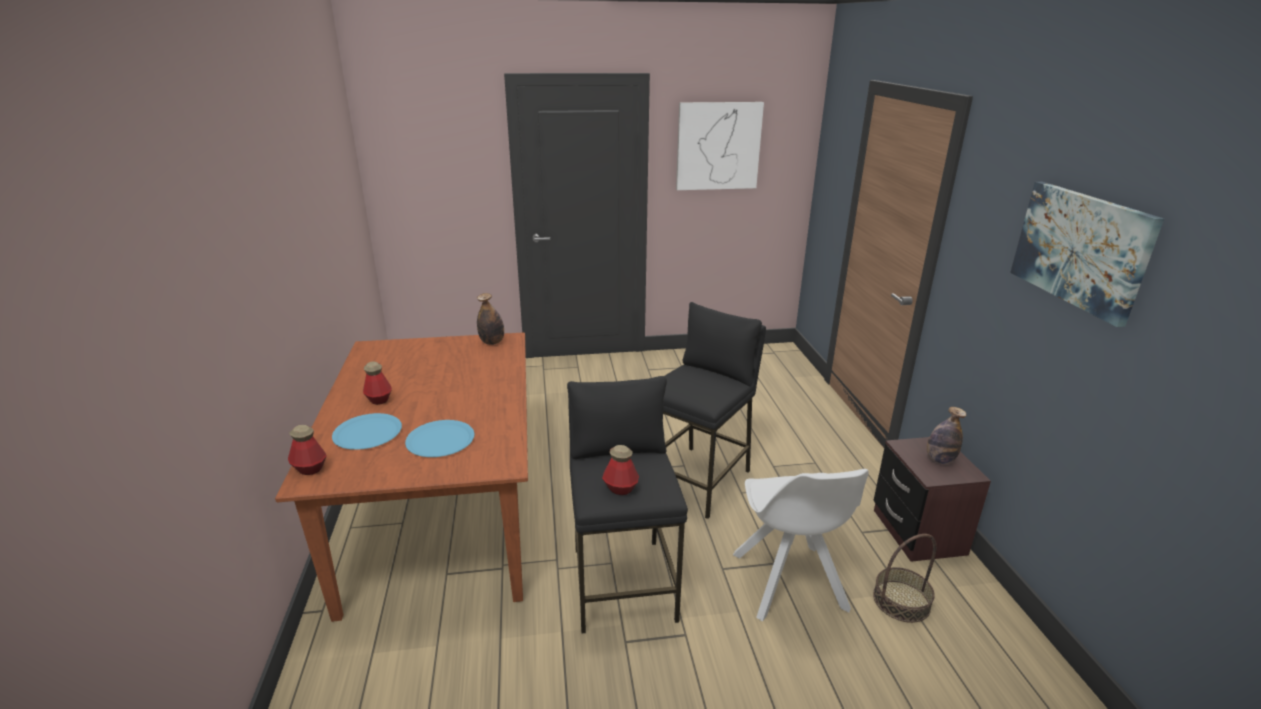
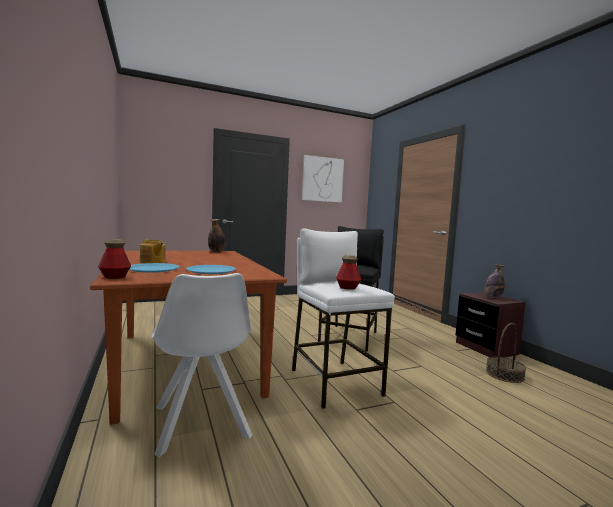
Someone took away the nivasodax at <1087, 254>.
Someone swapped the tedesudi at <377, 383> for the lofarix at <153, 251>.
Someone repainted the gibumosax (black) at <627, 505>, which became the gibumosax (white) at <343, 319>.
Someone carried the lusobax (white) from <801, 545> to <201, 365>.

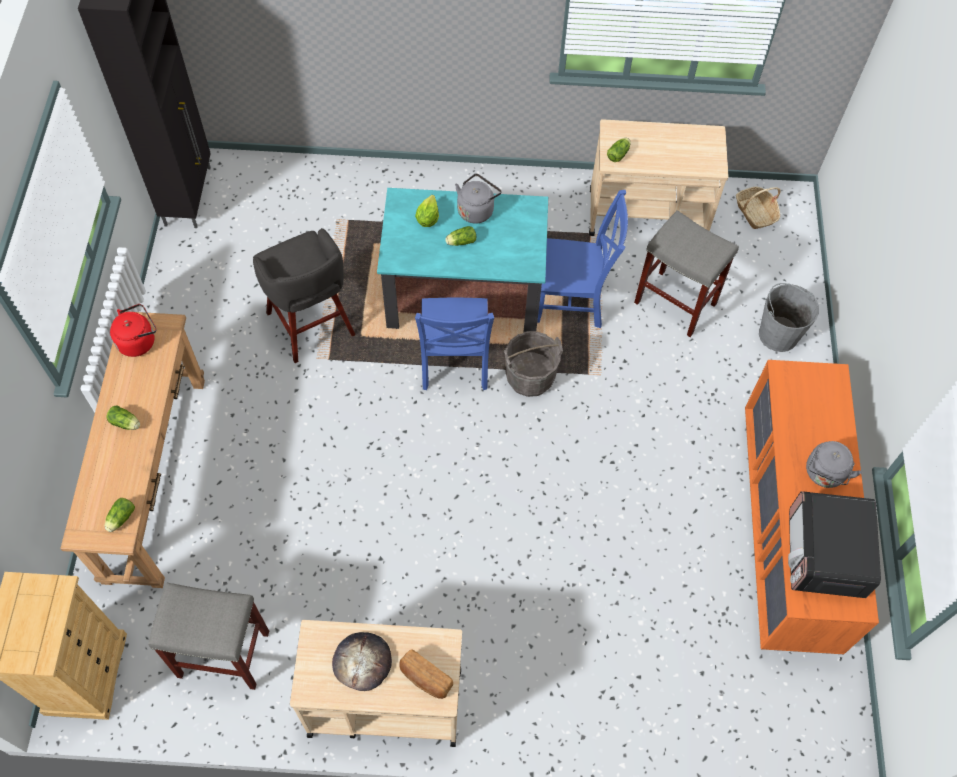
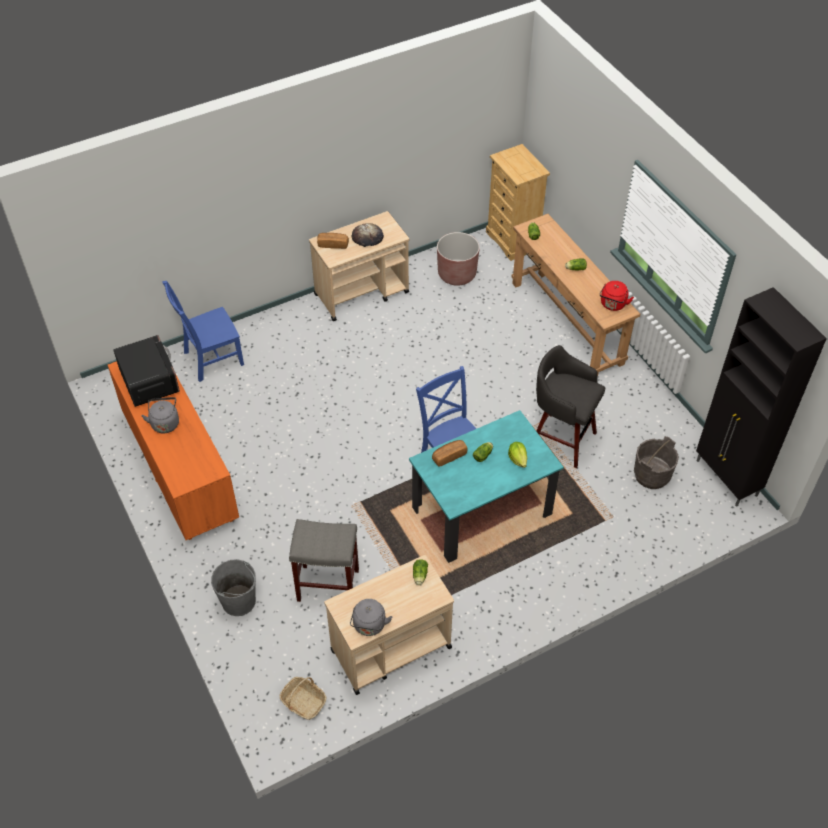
Someone carried the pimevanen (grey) from <478, 199> to <371, 617>.
Someone carried the lusobax (blue) from <582, 259> to <203, 331>.
Someone carried the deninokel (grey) from <533, 364> to <656, 462>.
Someone swapped the gibumosax (grey) at <208, 636> for the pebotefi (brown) at <458, 259>.
Someone put down the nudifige at <450, 453>.

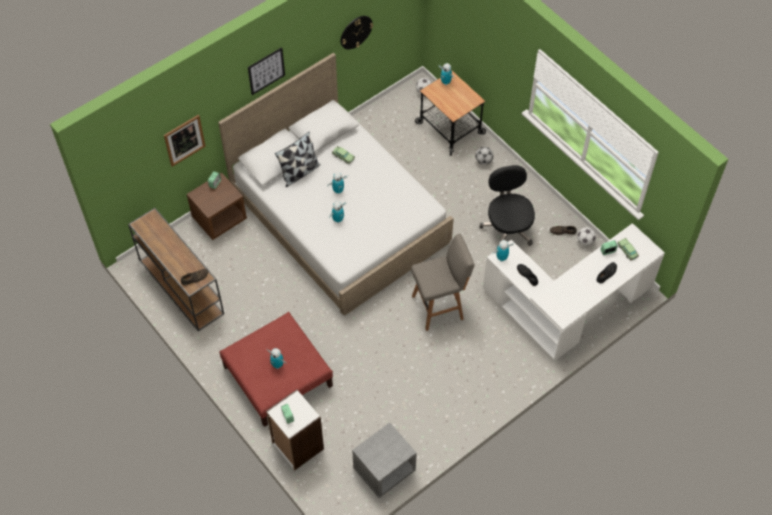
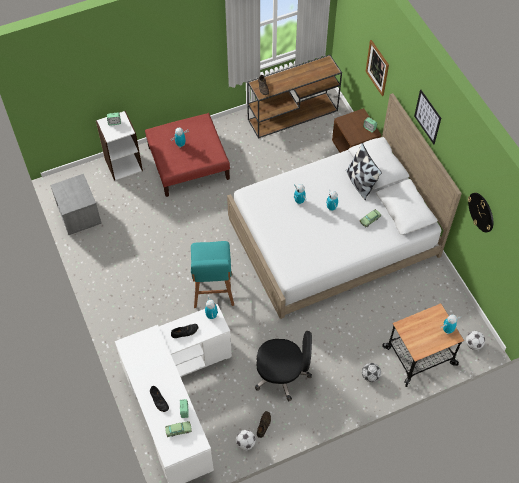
Someone repainted the gibumosax (grey) at <442, 282>, which became the gibumosax (turquoise) at <212, 274>.

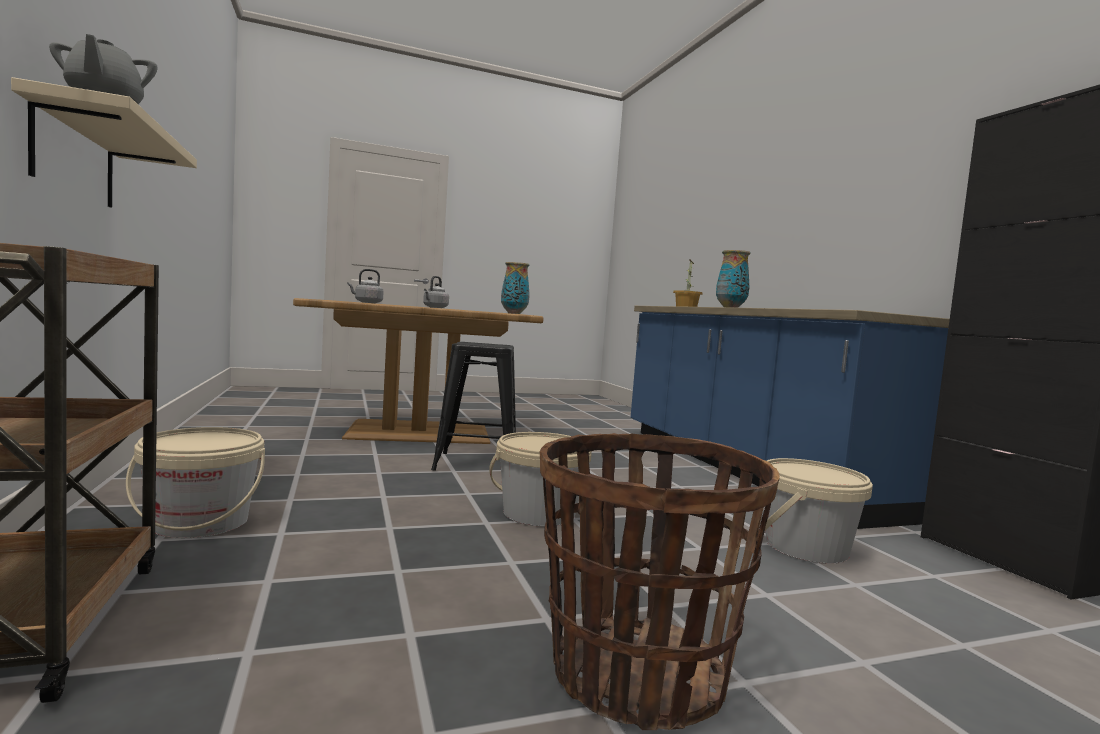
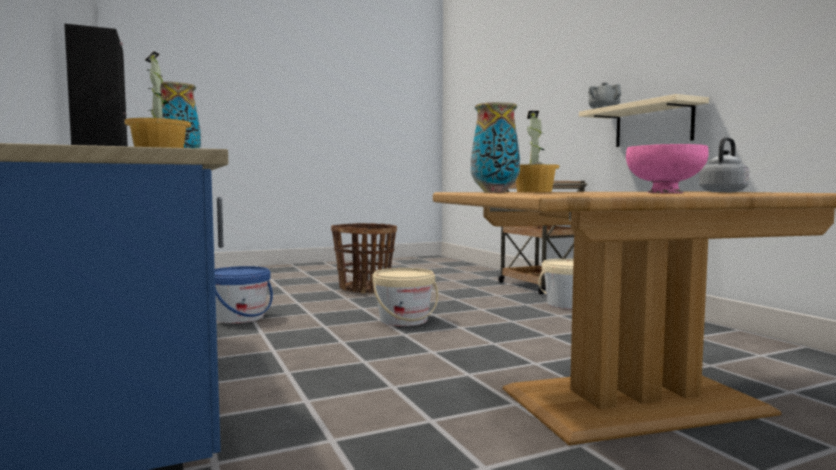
Someone swapped the pimevanen (grey) at <436, 292> for the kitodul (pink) at <667, 168>.
Someone took away the gibumosax (black) at <473, 406>.
Someone repainted the deninokel (beige) at <819, 511>, which became the deninokel (blue) at <244, 294>.
Someone put down the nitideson at <537, 151>.

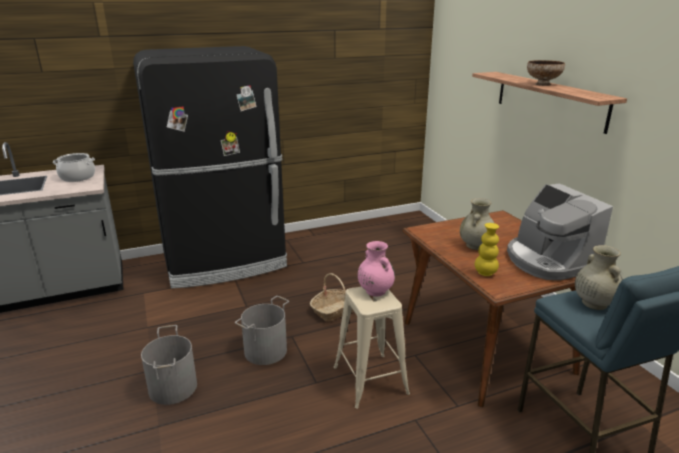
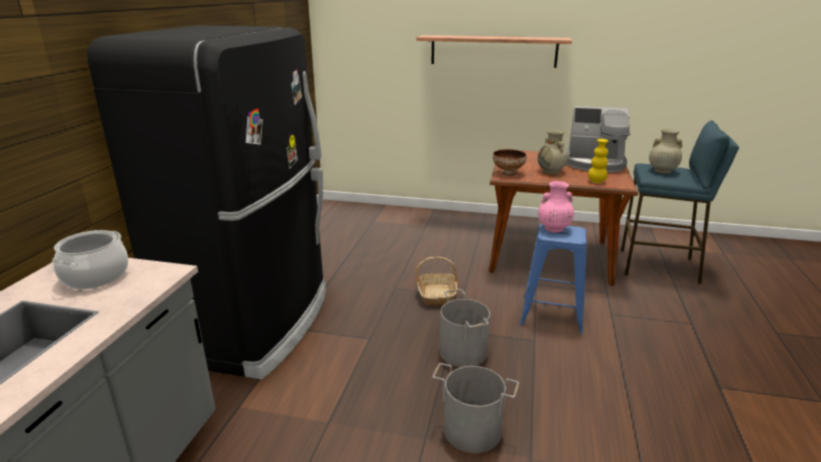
Someone carried the kitodul from <546, 73> to <510, 162>.
Someone repainted the gibumosax (beige) at <372, 347>, which became the gibumosax (blue) at <553, 279>.

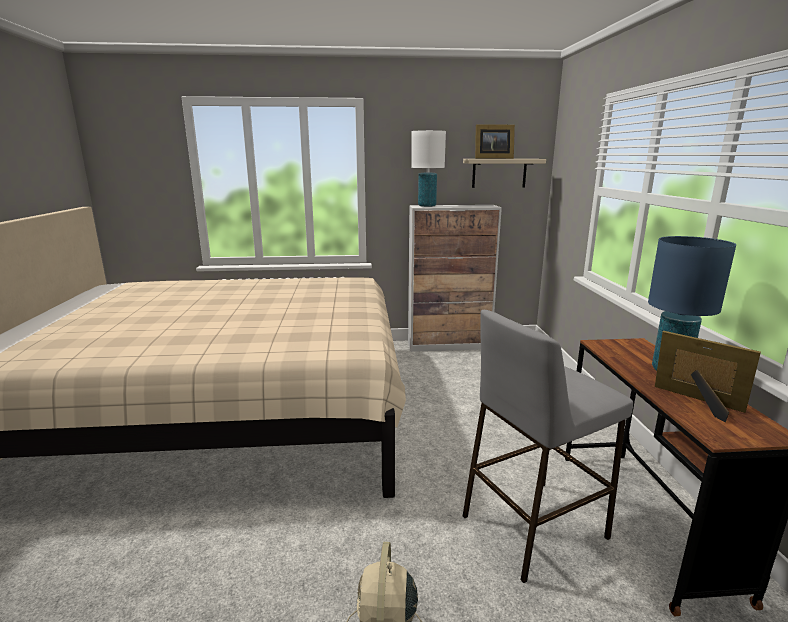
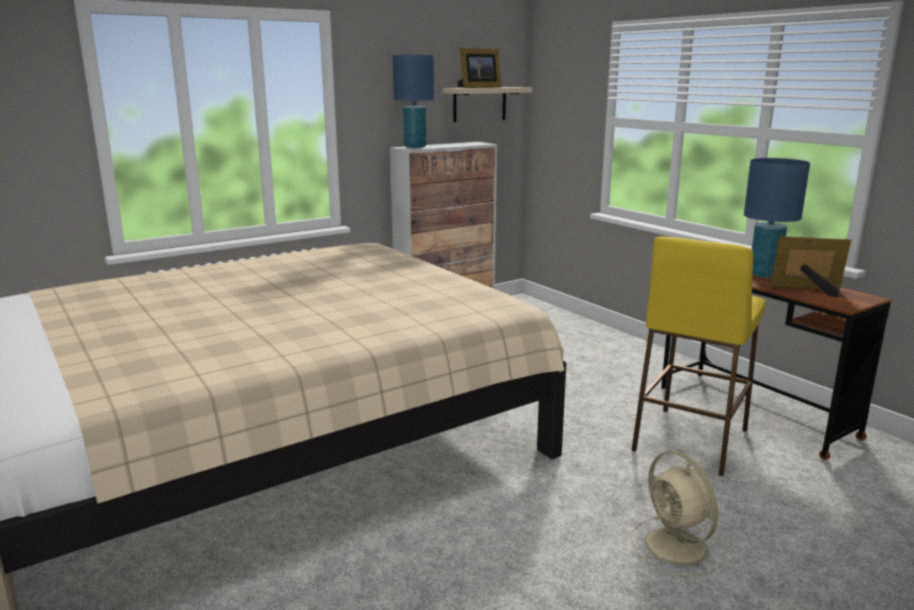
Someone repainted the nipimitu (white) at <428, 168>, which became the nipimitu (blue) at <414, 101>.
Someone repainted the gibumosax (grey) at <548, 446>, which became the gibumosax (yellow) at <698, 356>.

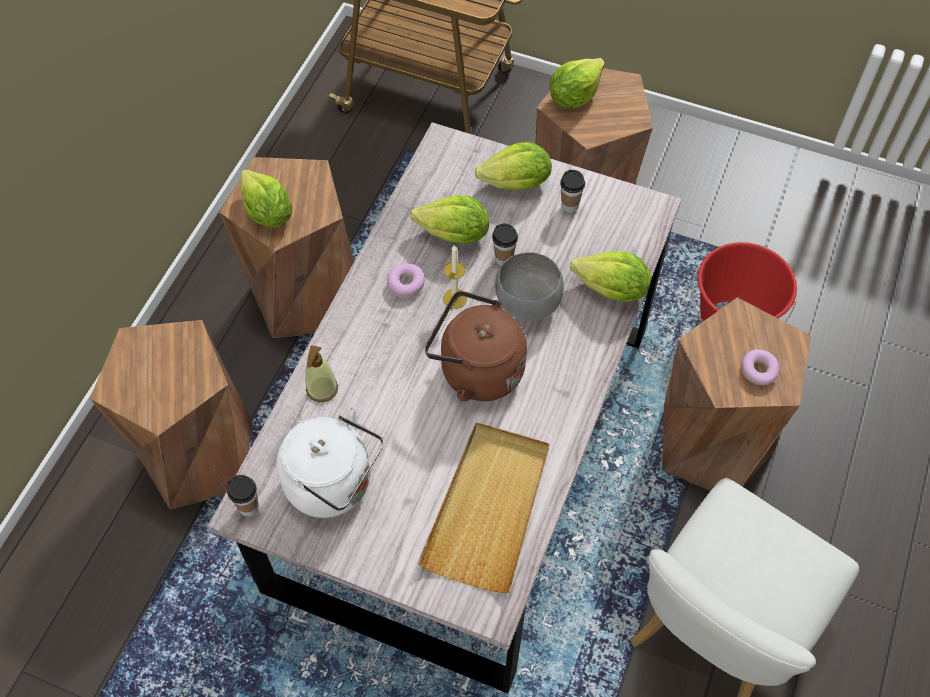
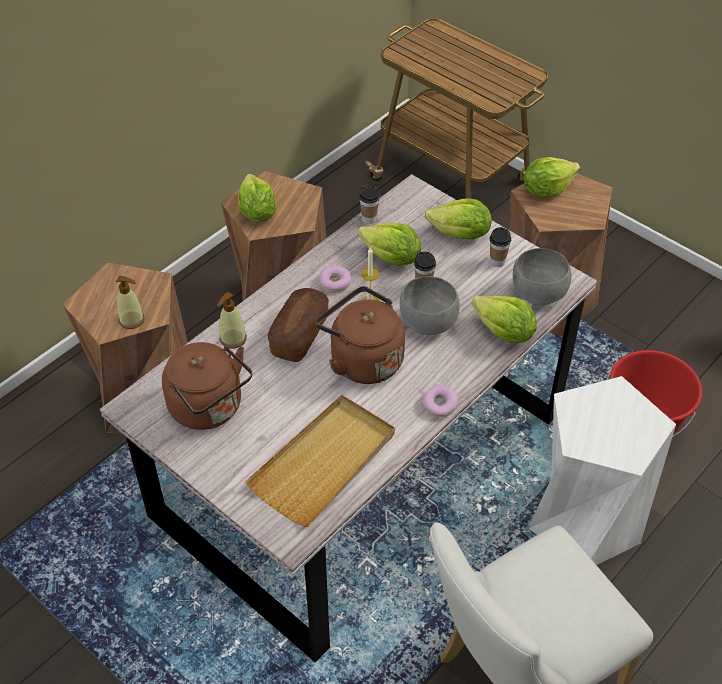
Someone repainted the gibumosax (brown) at <736, 394>, which became the gibumosax (white) at <602, 470>.
Someone carried the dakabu from <760, 367> to <440, 401>.
Someone repainted the pimevanen (white) at <330, 462>, which became the pimevanen (brown) at <207, 386>.
Someone carried the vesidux from <243, 495> to <369, 204>.
Someone put down the kitodul (grey) at <542, 276>.
Someone put down the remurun at <130, 302>.
Someone put down the nudifige at <298, 325>.

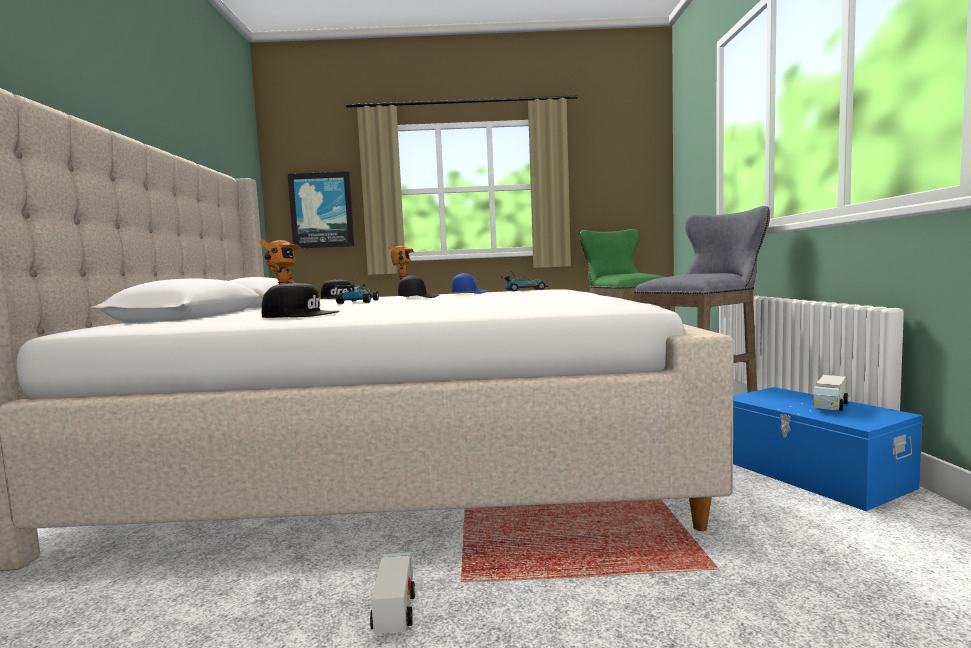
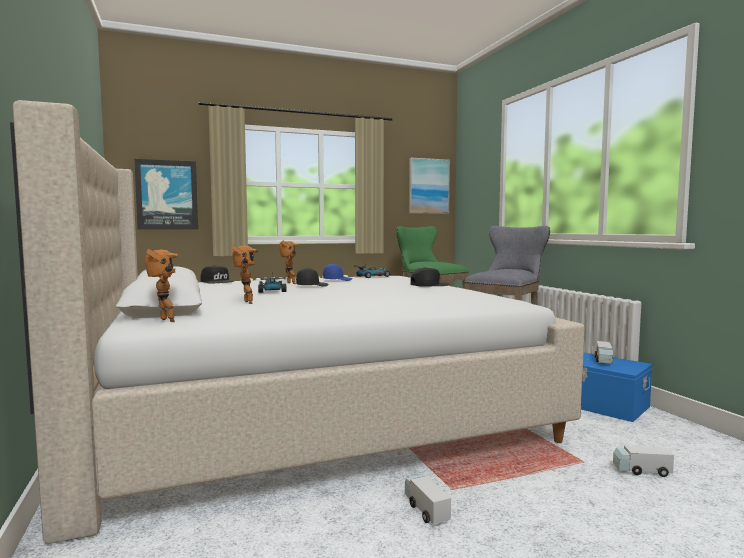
Someone carried the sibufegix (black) from <301, 300> to <430, 277>.
Someone put up the nivasodax at <429, 186>.
Someone put down the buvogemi at <161, 285>.
Someone put down the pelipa at <643, 461>.

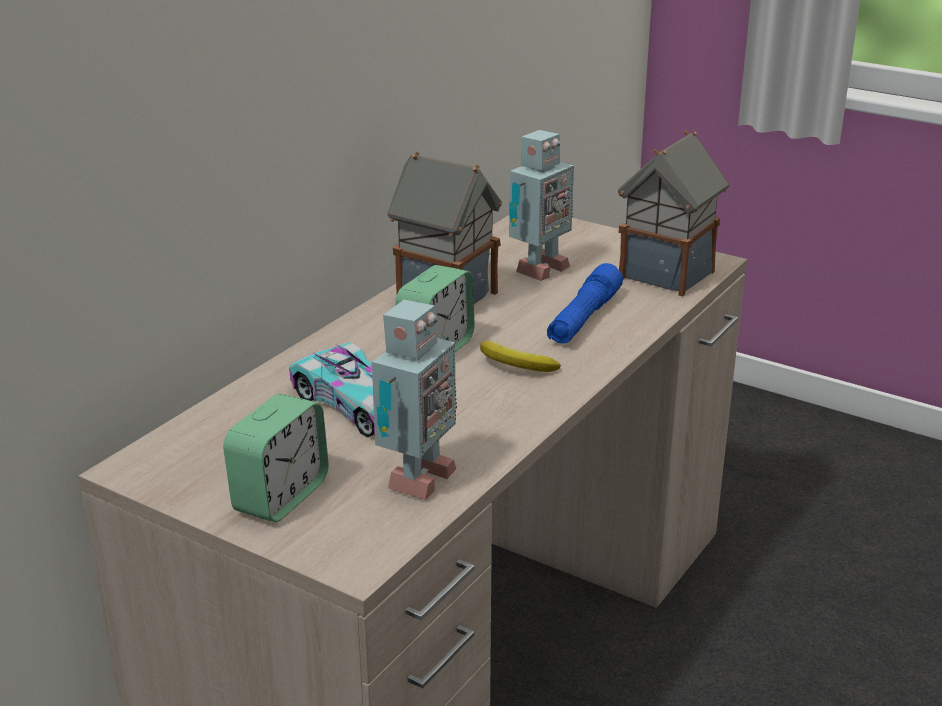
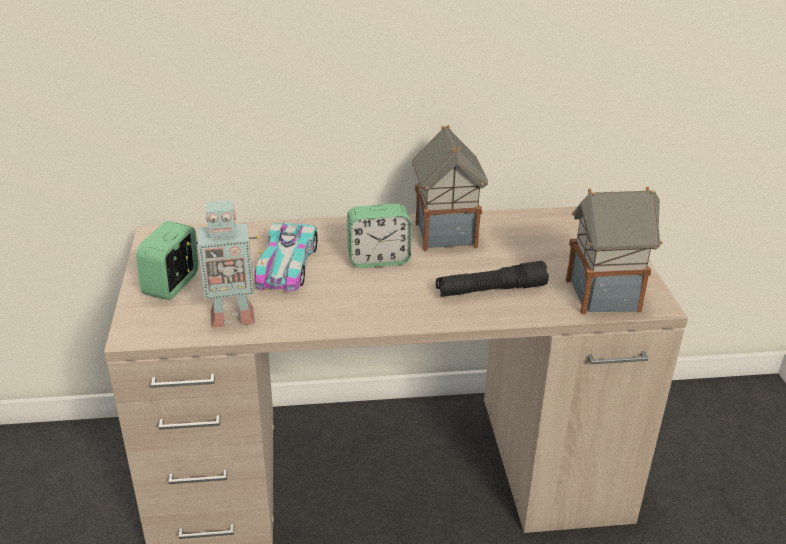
Someone took away the buvogemi at <541, 205>.
Someone repainted the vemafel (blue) at <585, 303>, which became the vemafel (black) at <492, 279>.
Someone took away the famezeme at <520, 356>.
Someone rotated the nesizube at <276, 458> by 120 degrees clockwise.

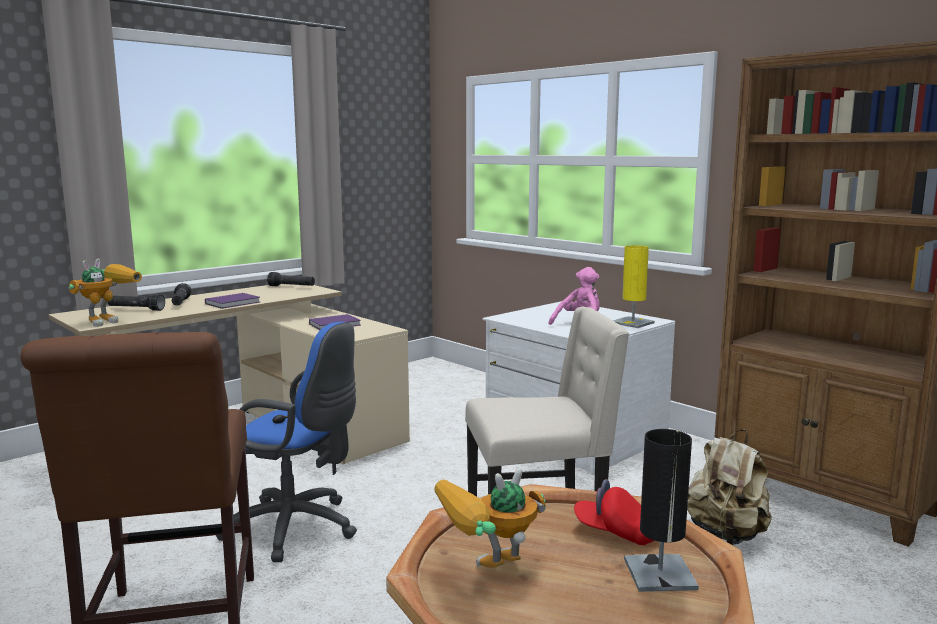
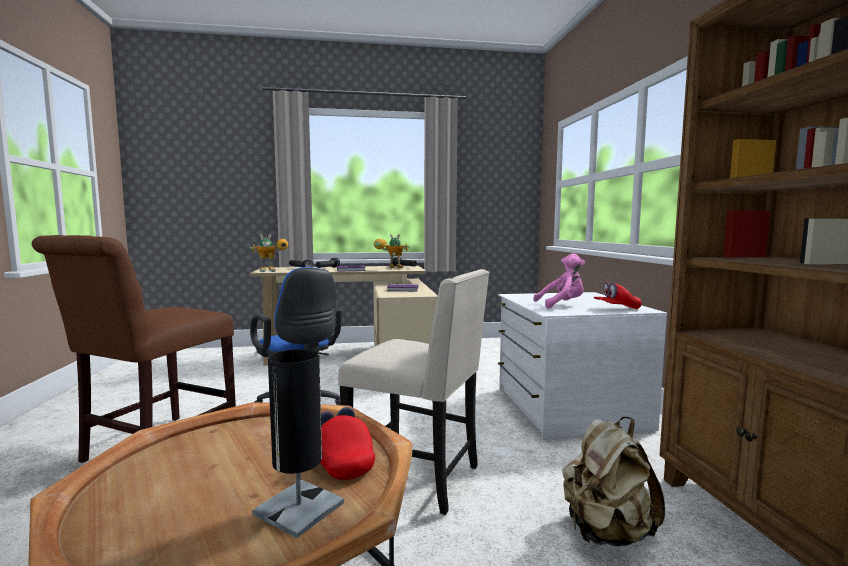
Someone swapped the nipimitu (yellow) at <634, 286> for the sibufegix (red) at <618, 295>.
Someone carried the buvogemi from <490, 518> to <392, 251>.

